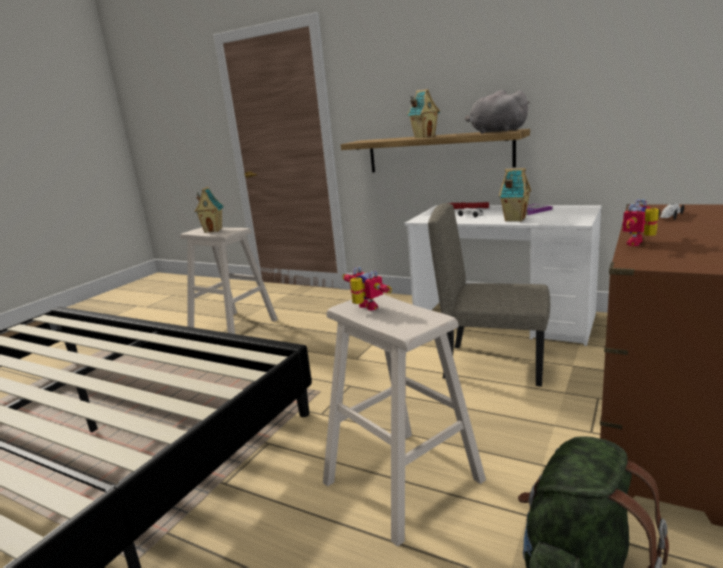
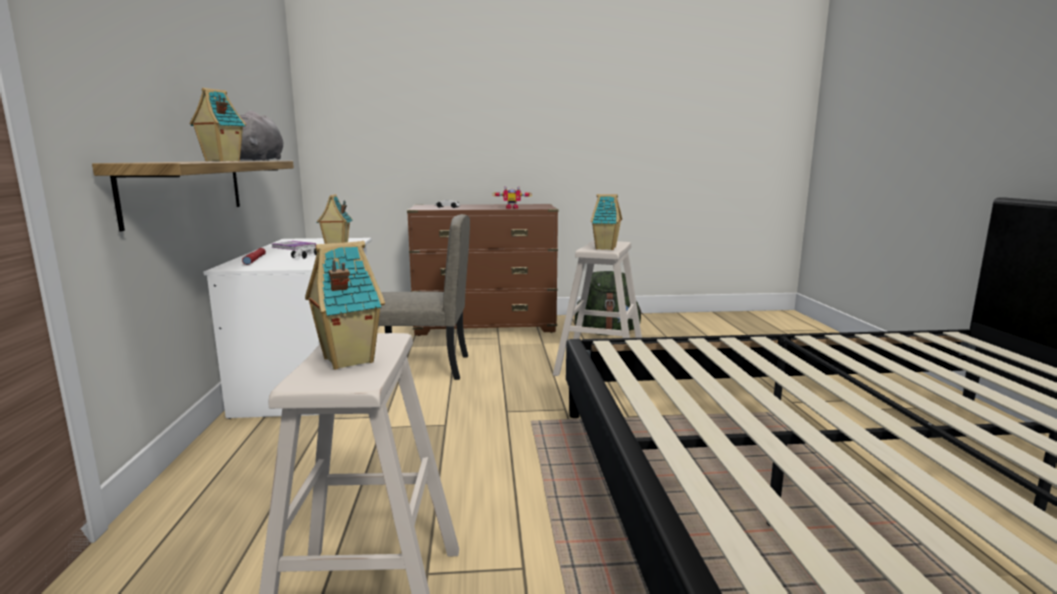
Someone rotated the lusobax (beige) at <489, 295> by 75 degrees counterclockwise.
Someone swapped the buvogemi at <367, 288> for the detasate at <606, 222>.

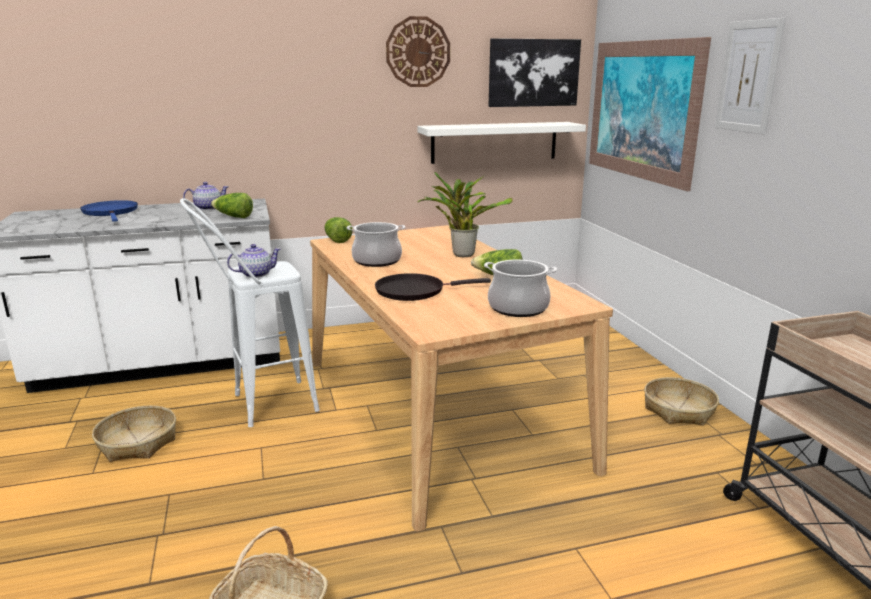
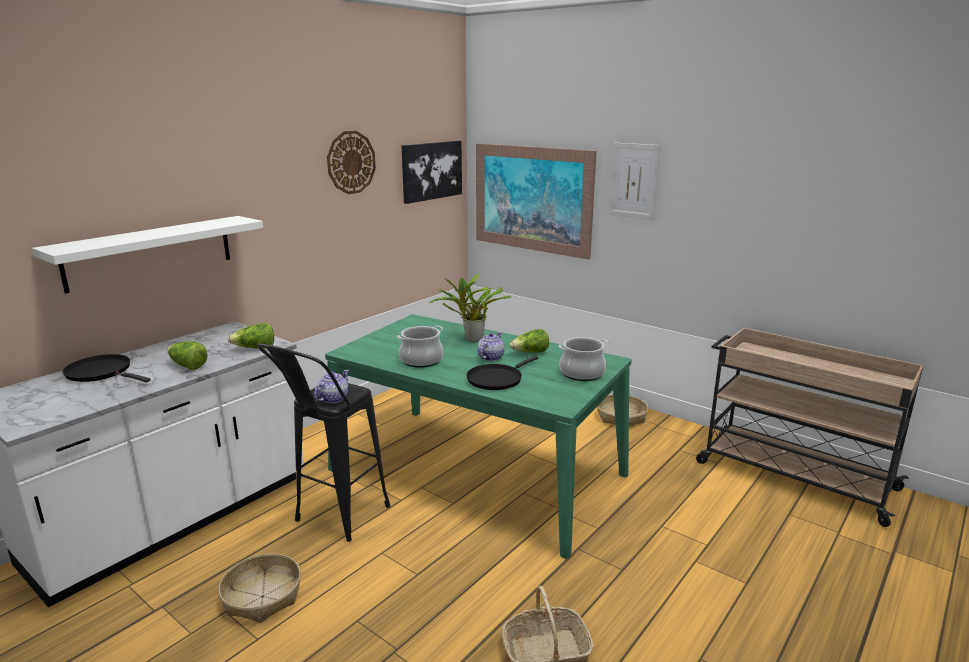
Someone carried the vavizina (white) from <501, 143> to <147, 255>.
Someone carried the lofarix from <206, 196> to <491, 346>.
Someone repainted the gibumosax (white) at <250, 312>, which became the gibumosax (black) at <323, 442>.
Someone repainted the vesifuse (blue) at <109, 211>, which became the vesifuse (black) at <107, 368>.
Someone carried the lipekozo from <338, 230> to <187, 355>.
Someone repainted the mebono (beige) at <461, 378>, which became the mebono (green) at <478, 436>.

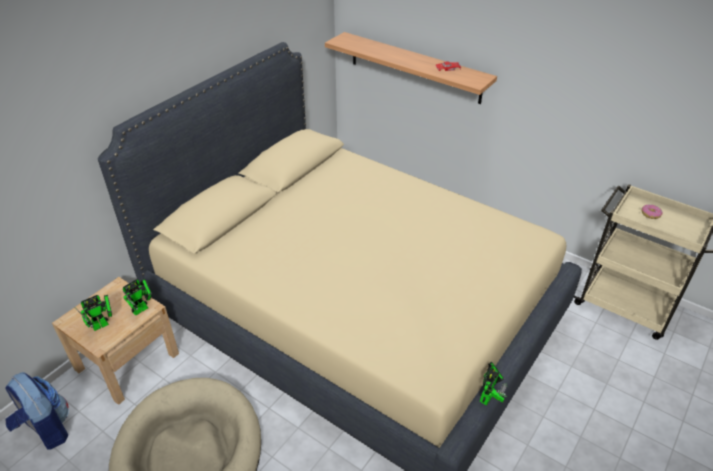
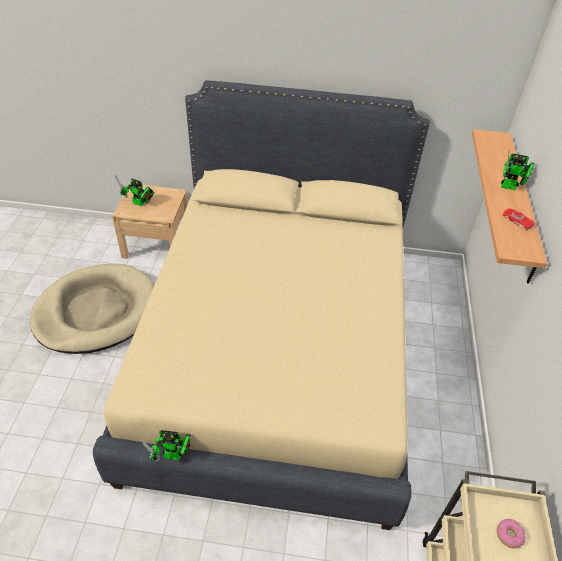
Someone carried the buvogemi from <137, 297> to <518, 170>.
Someone took away the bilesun at <37, 411>.

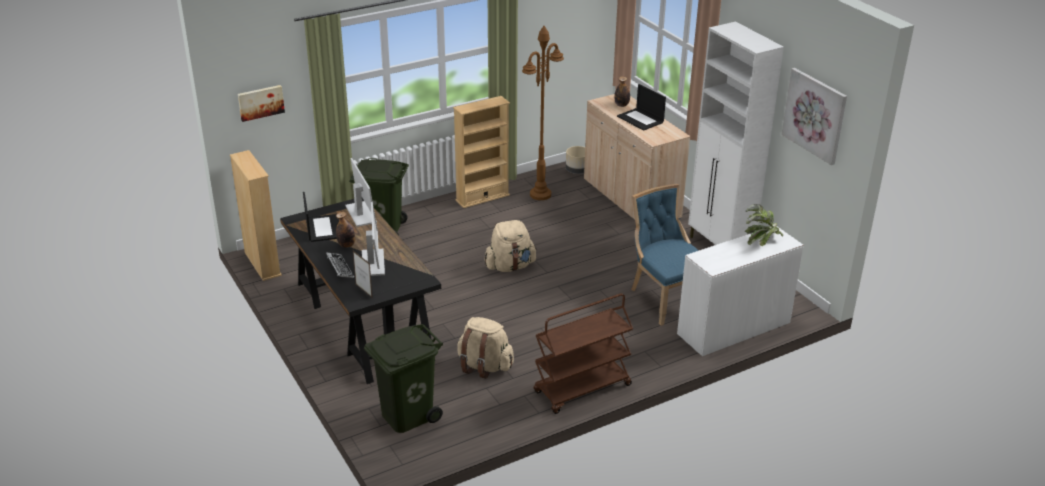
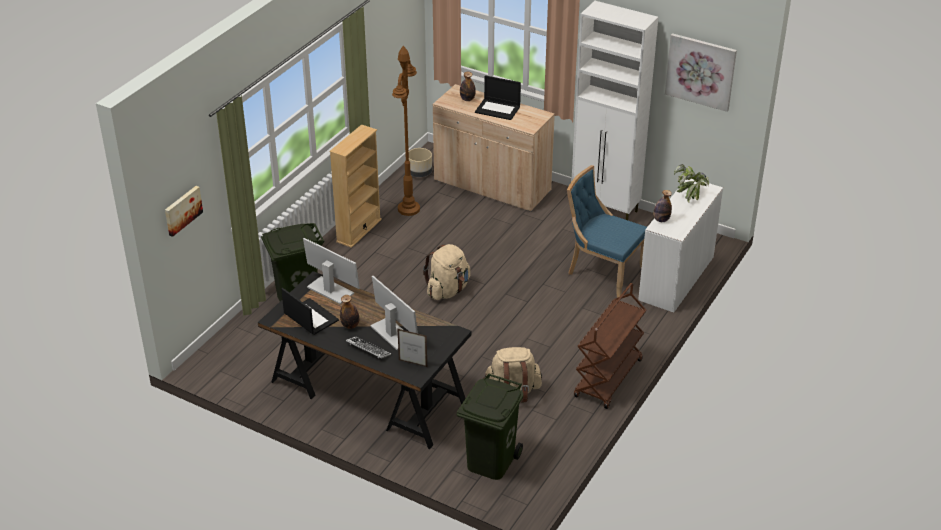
Someone took away the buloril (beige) at <256, 215>.
Someone put down the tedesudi at <663, 206>.

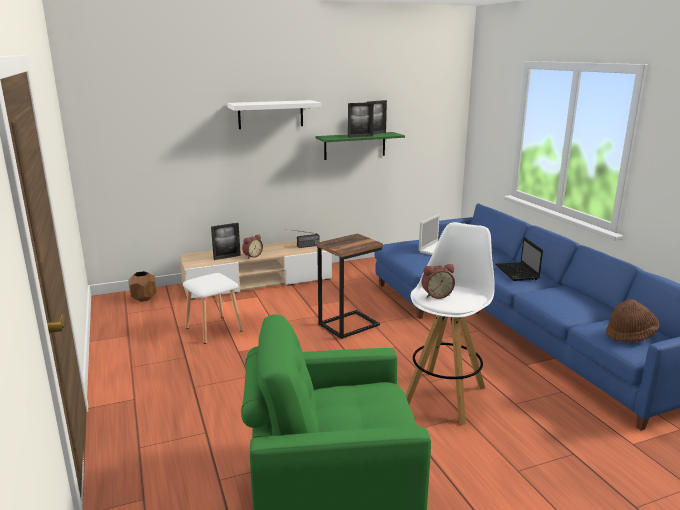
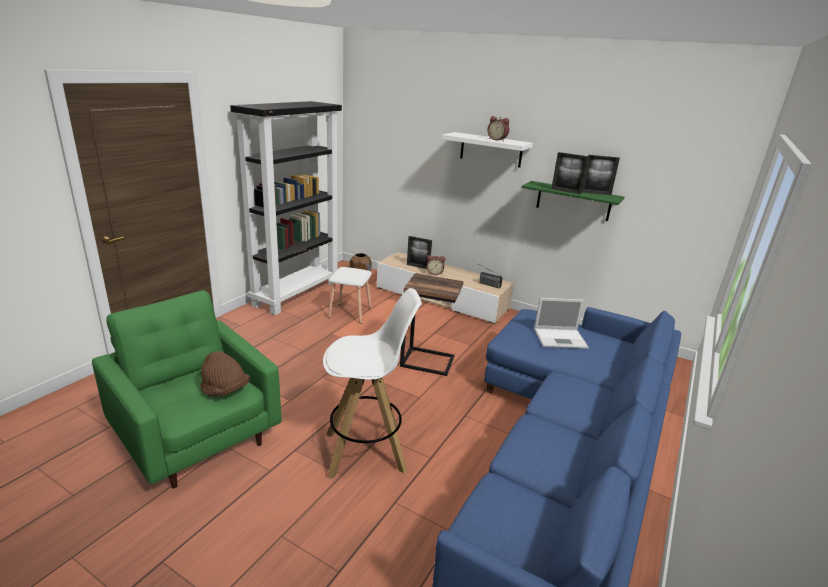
Someone took away the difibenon at <519, 259>.
Someone carried the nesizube from <438, 281> to <498, 128>.
Someone carried the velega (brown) from <632, 320> to <225, 374>.
Someone put down the buloril (black) at <286, 208>.

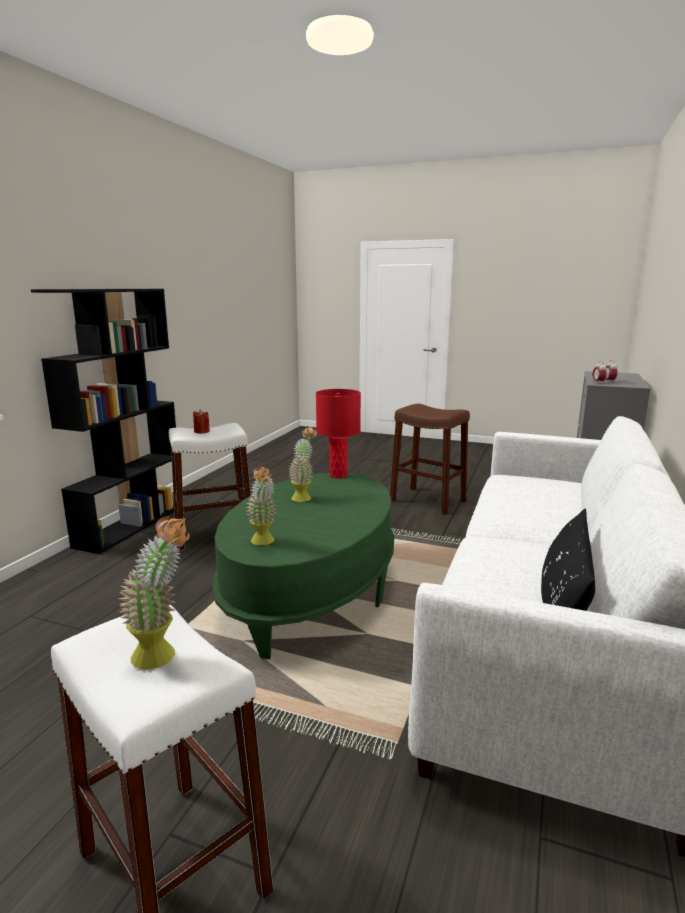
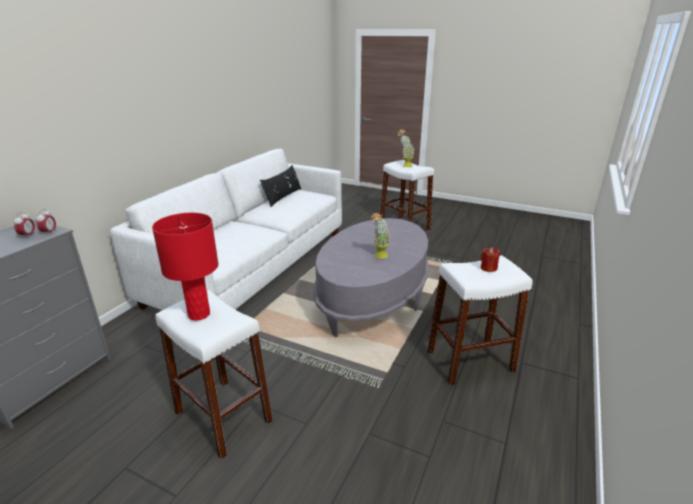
Someone took away the buloril (black) at <103, 421>.
Someone carried the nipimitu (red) from <338, 433> to <185, 267>.
Someone repainted the gibumosax (brown) at <430, 459>, which became the gibumosax (white) at <214, 374>.
Someone took away the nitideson at <261, 505>.
Someone repainted the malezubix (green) at <303, 566>, which became the malezubix (grey) at <371, 277>.

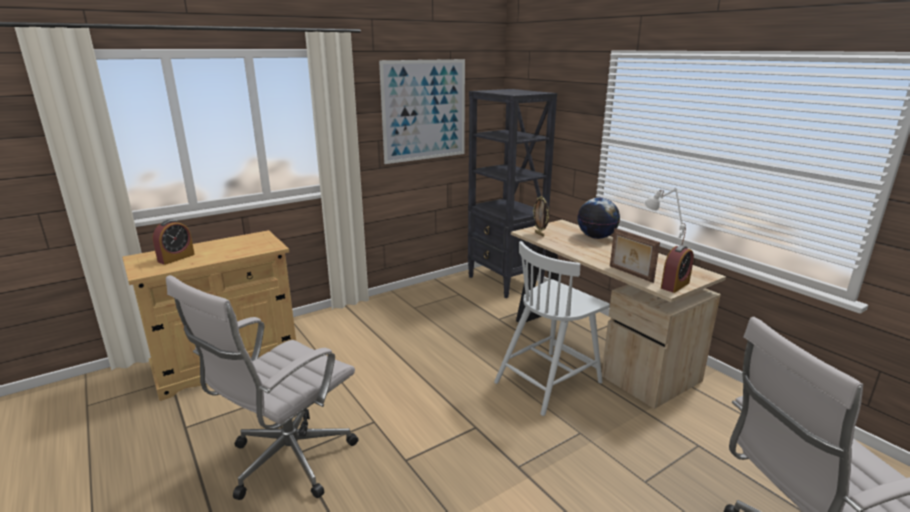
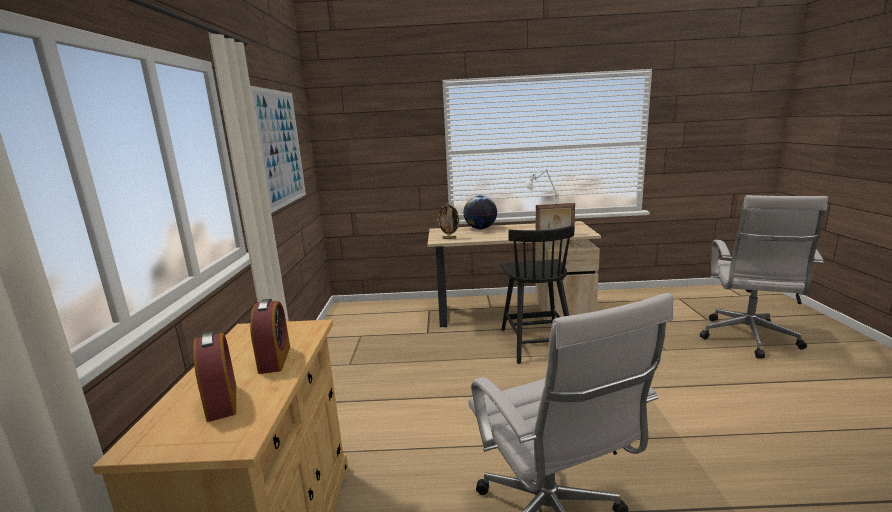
Someone took away the buloril (black) at <512, 193>.
Someone repainted the lusobax (white) at <552, 328>, which became the lusobax (black) at <537, 294>.
Someone carried the nesizube from <677, 269> to <270, 336>.

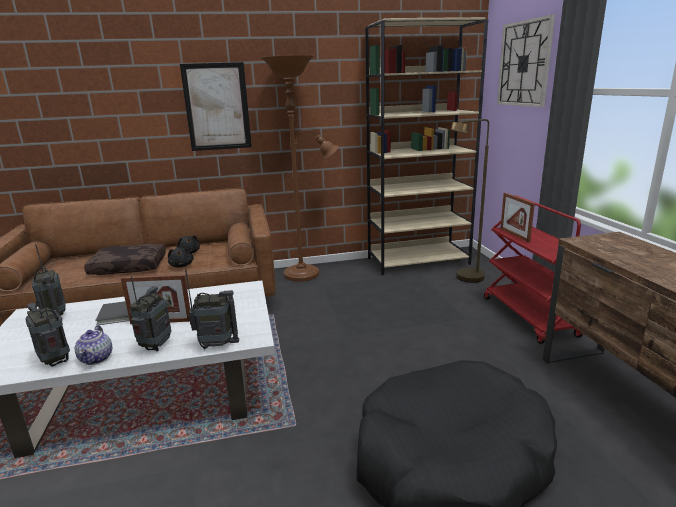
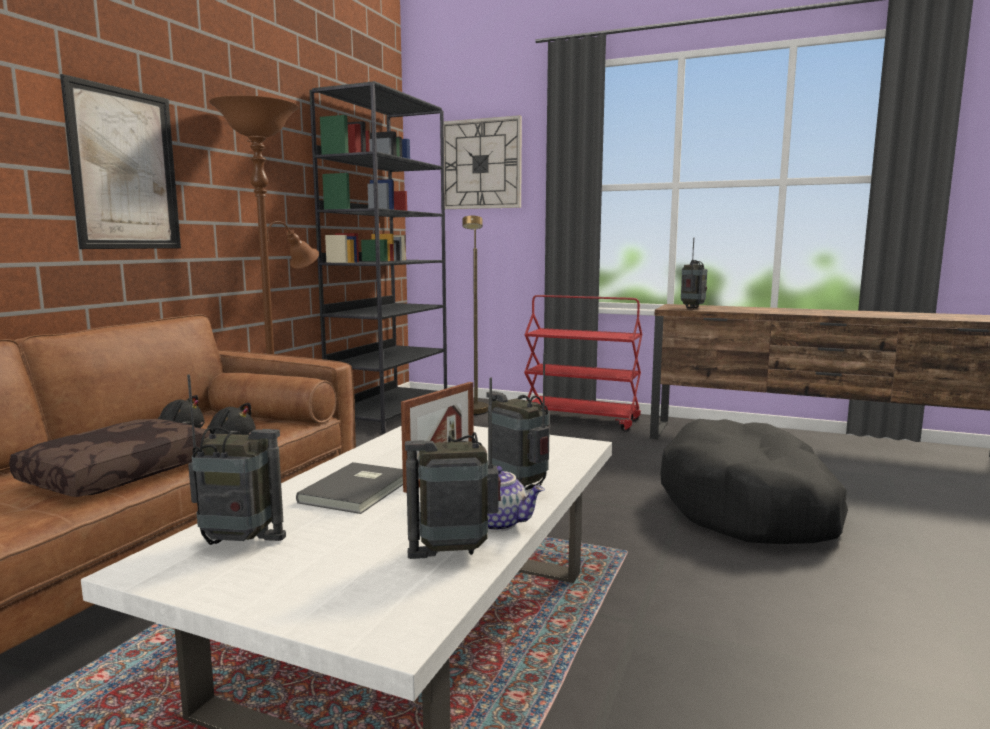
Someone repainted the buloril (beige) at <426, 146>, which became the buloril (black) at <378, 257>.
Someone took away the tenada at <517, 217>.
Someone carried the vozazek from <212, 309> to <694, 273>.

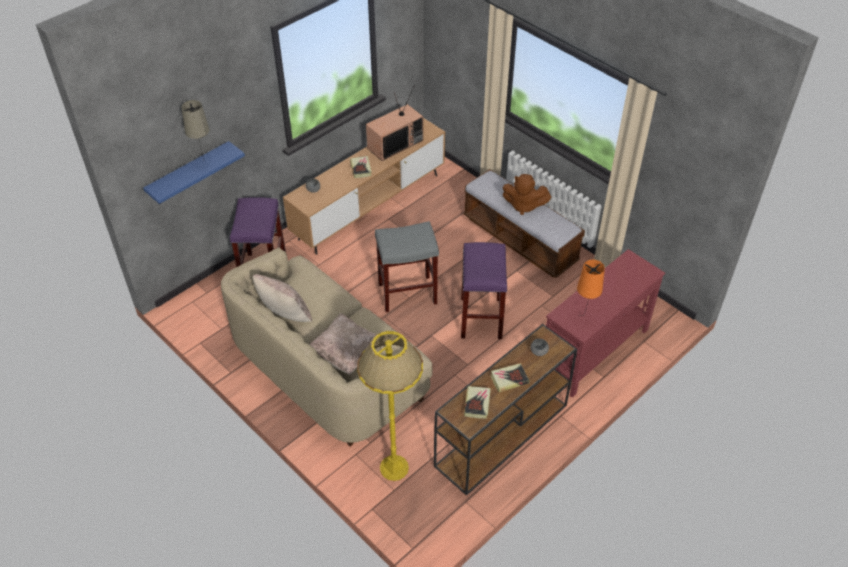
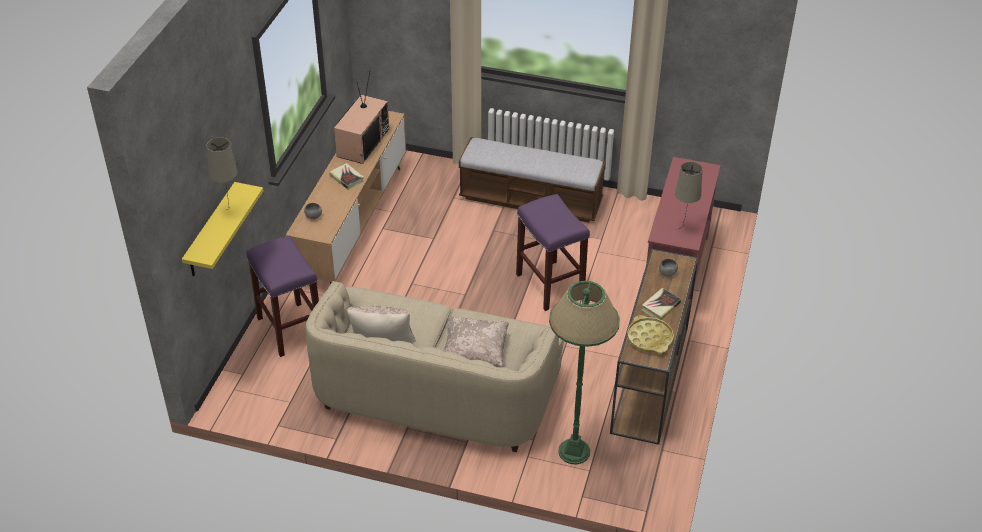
Someone repainted the vavizina (blue) at <194, 172>, which became the vavizina (yellow) at <222, 229>.
Someone took away the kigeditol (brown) at <527, 194>.
Someone took away the gibumosax (grey) at <407, 266>.
Someone repainted the nipimitu (orange) at <591, 288>, which became the nipimitu (beige) at <689, 195>.
Someone repainted the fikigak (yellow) at <390, 406>, which became the fikigak (green) at <584, 373>.
Someone swapped the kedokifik at <477, 402> for the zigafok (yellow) at <650, 334>.

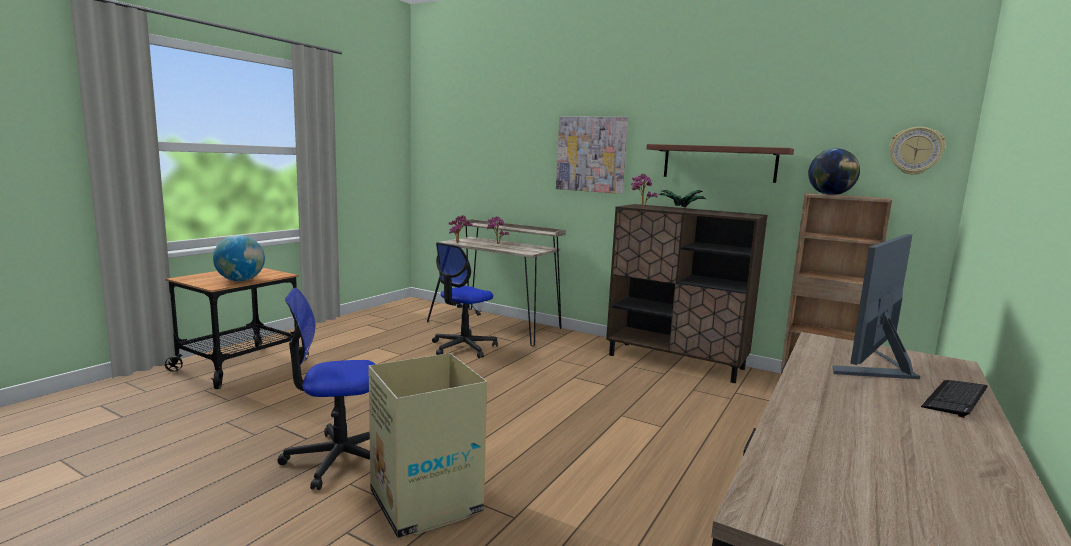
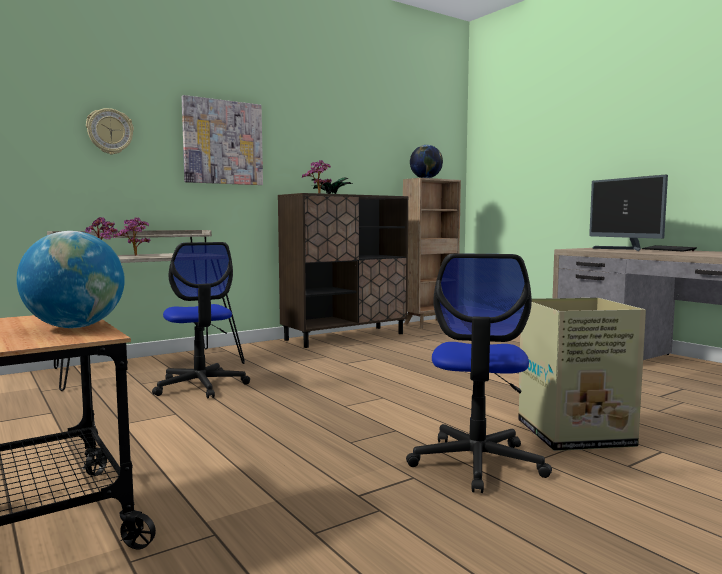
Someone carried the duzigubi from <917, 151> to <110, 131>.
Someone took away the vavizina at <720, 163>.

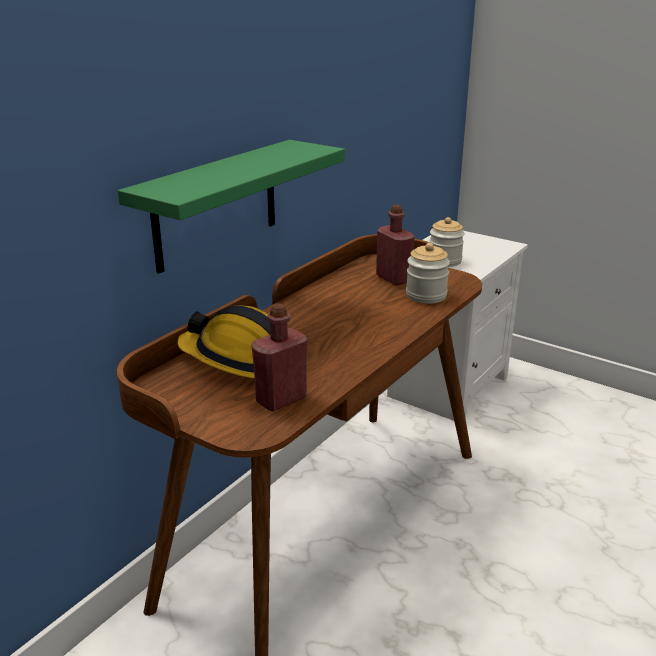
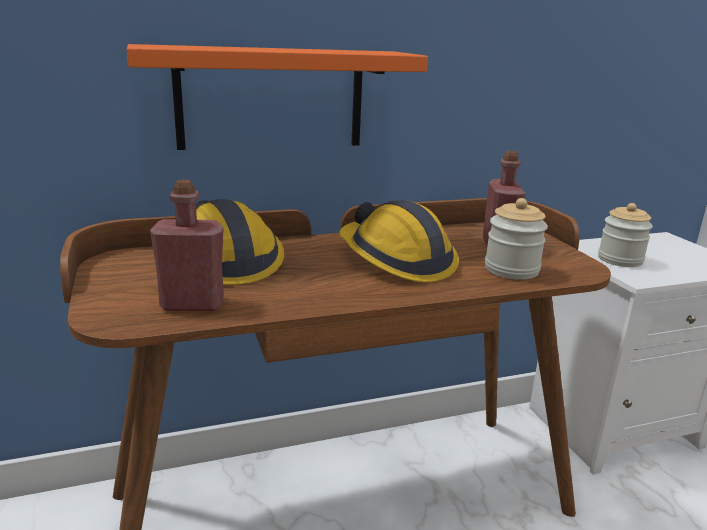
Someone repainted the vavizina (green) at <231, 207>, which became the vavizina (orange) at <277, 97>.
Someone put down the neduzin at <399, 241>.

